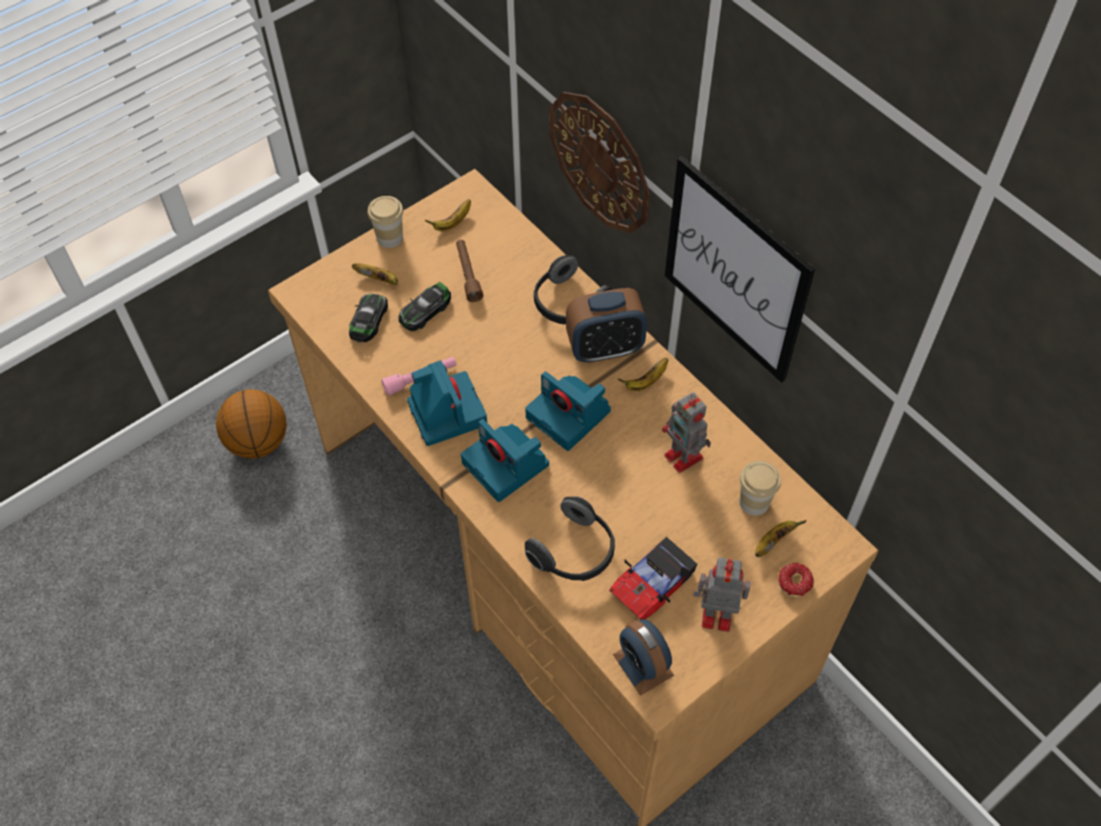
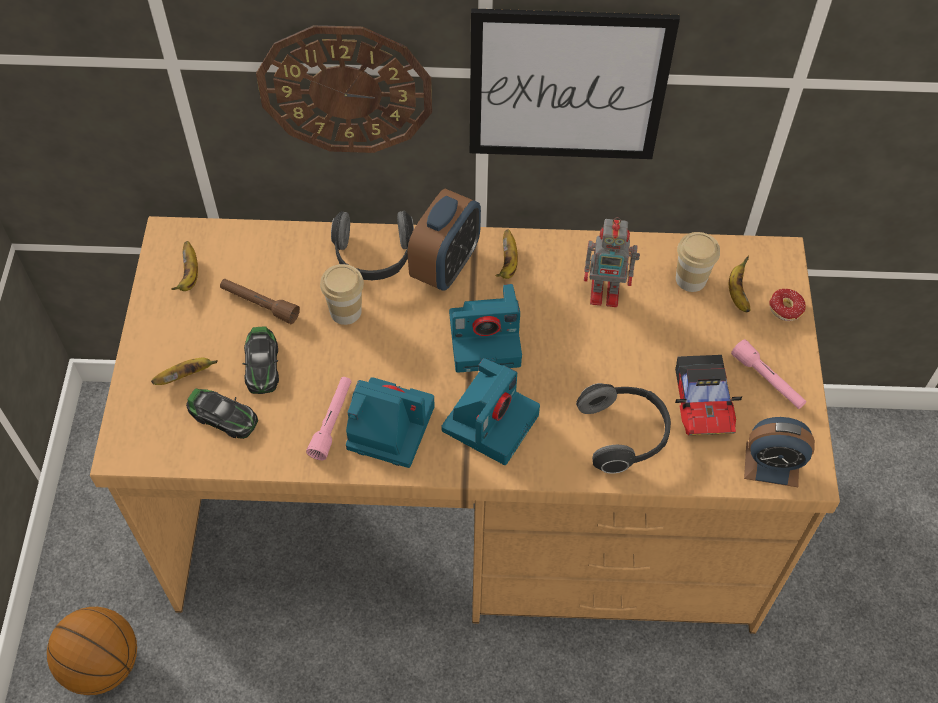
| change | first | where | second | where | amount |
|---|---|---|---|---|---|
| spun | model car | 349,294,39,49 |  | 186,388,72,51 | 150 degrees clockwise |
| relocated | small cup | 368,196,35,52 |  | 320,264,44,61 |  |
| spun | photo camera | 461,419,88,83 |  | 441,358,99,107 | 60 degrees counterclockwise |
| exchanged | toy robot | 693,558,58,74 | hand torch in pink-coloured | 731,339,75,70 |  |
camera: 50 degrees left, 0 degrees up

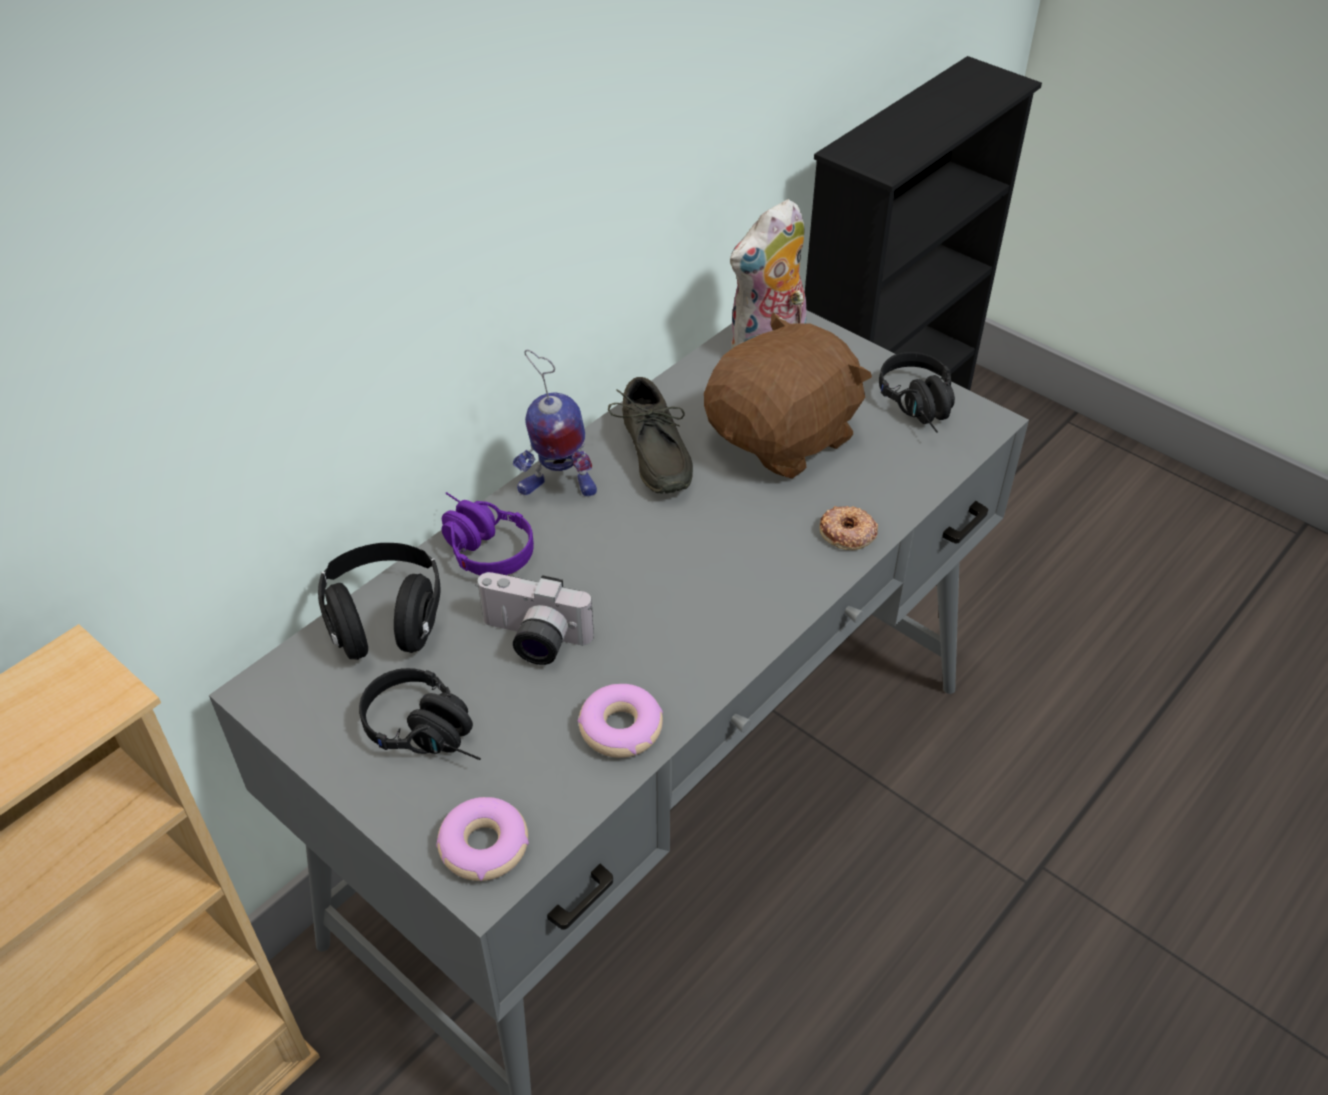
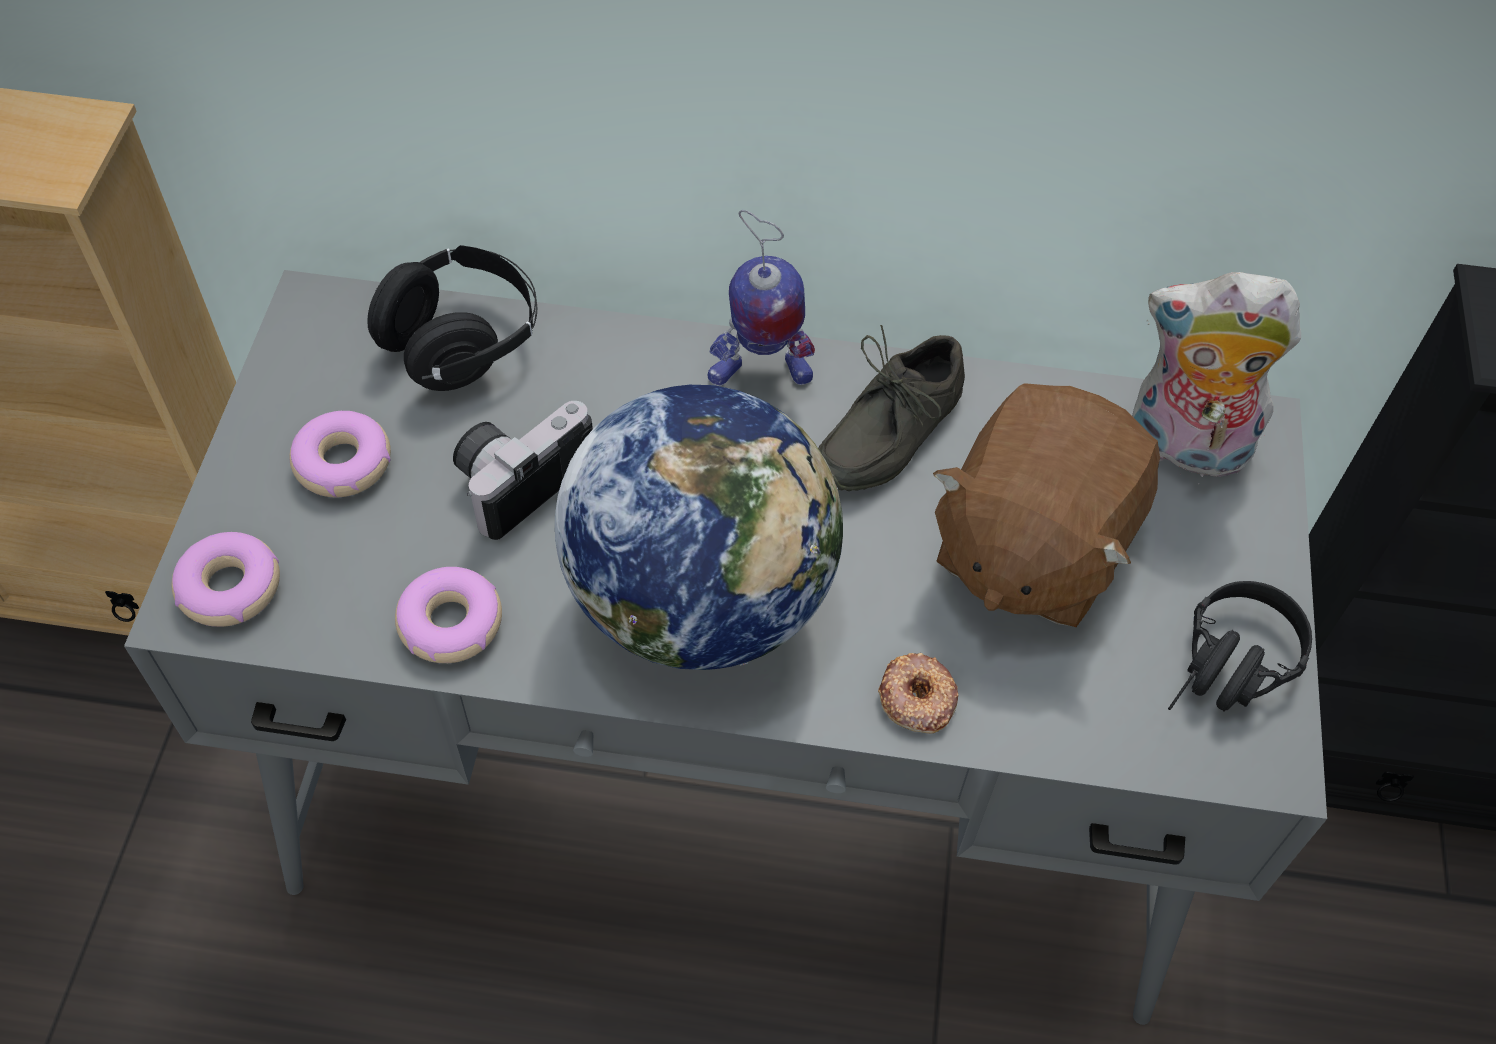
| change | first | where | second | where | amount |
|---|---|---|---|---|---|
| exchanged | pair of headphones in black-coloured | 359,668,122,92 | ring doughnut | 289,411,102,86 |  |
| missing | pair of headphones in purple | 441,492,93,83 |  |  |  |
| spun | photo camera | 475,572,119,93 |  | 453,401,140,139 | 60 degrees clockwise |
| spun | toy robot | 513,350,84,147 |  | 708,210,107,176 | 60 degrees counterclockwise |
| spun | soft toy in brown | 704,312,168,167 |  | 933,383,227,244 | 105 degrees clockwise |
| appeared |  |  | globe | 555,385,288,285 |  |
camera: 55 degrees right, 10 degrees up

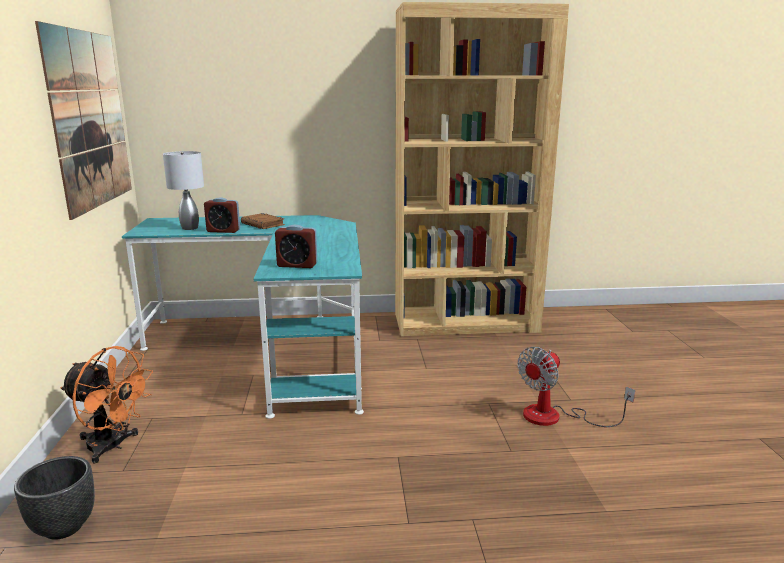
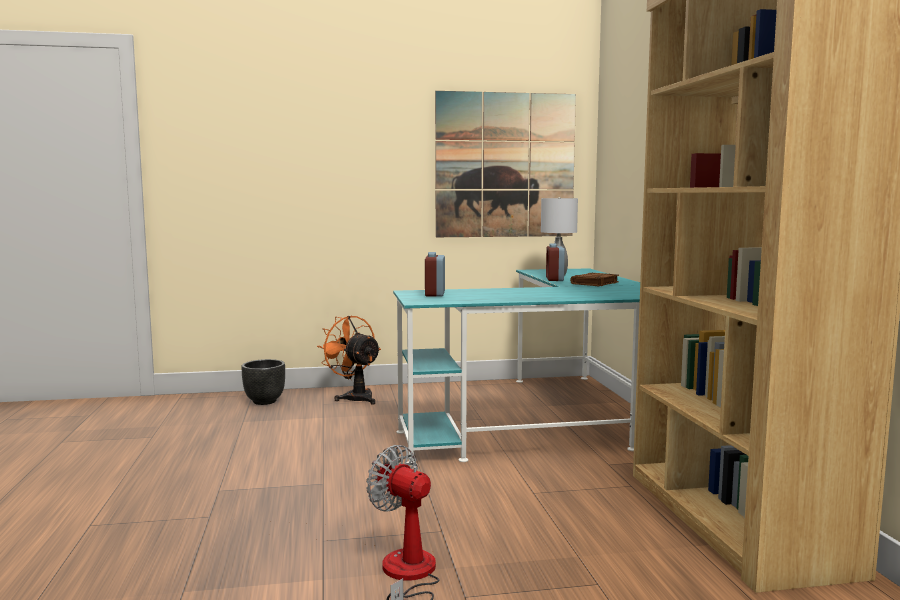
| change | first | where | second | where | amount |
|---|---|---|---|---|---|
| spun | cooling fan in orangey | 60,346,93,117 |  | 317,316,64,89 | 120 degrees clockwise |
camera: 85 degrees right, 10 degrees down

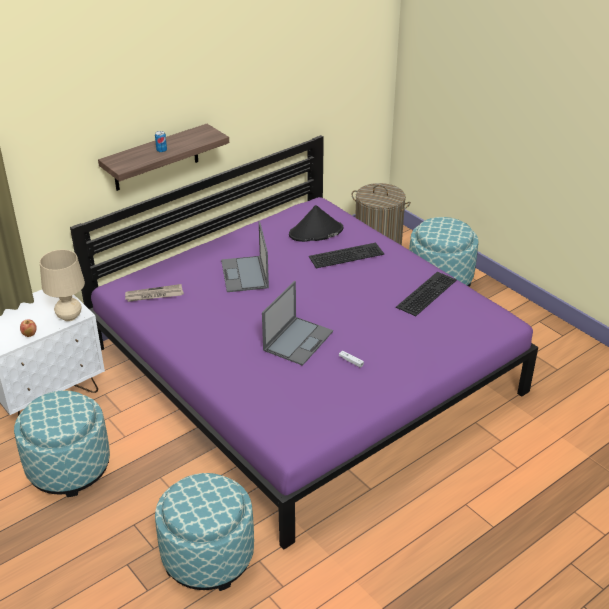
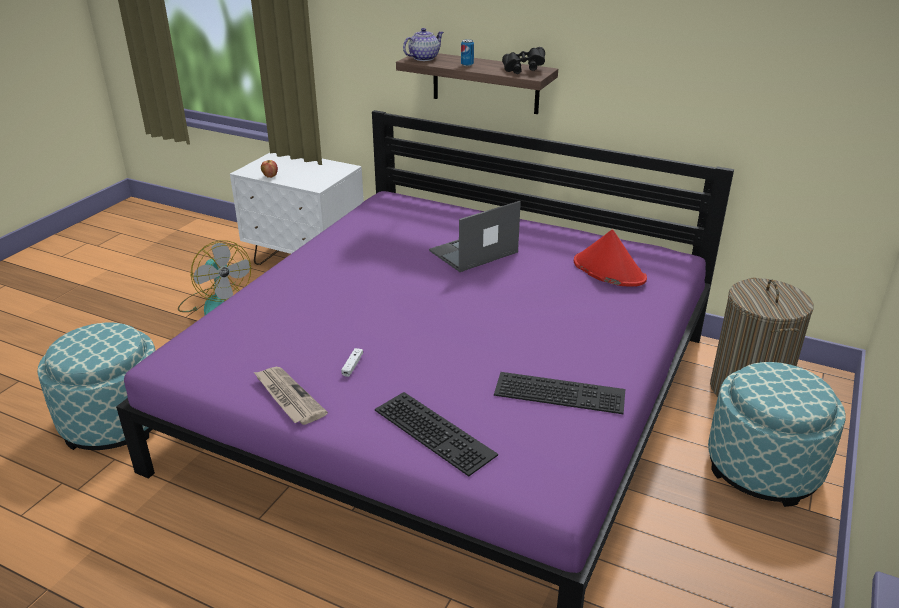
| change | first | where | second | where | amount |
|---|---|---|---|---|---|
| exchanged | pouffe | 14,390,96,107 | cooling fan | 178,240,73,75 |  |
| missing | lamp for a table in beige | 40,250,45,71 |  |  |  |
| relocated | daily paper | 125,284,59,18 |  | 254,367,74,58 |  |
| missing | portable computer | 262,281,71,85 |  |  |  |
| colour | clothing hat in black-coloured | 289,205,54,37 | clothing hat in red-coloured | 574,230,73,57 |  |
| relocated | computer keyboard | 309,243,75,25 |  | 375,392,123,84 |  |
| appeared |  |  | pot for tea | 403,28,41,33 |  |
| appeared |  |  | pair of binoculars in black-coloured | 502,47,43,27 |  |
camera: 65 degrees right, 5 degrees down

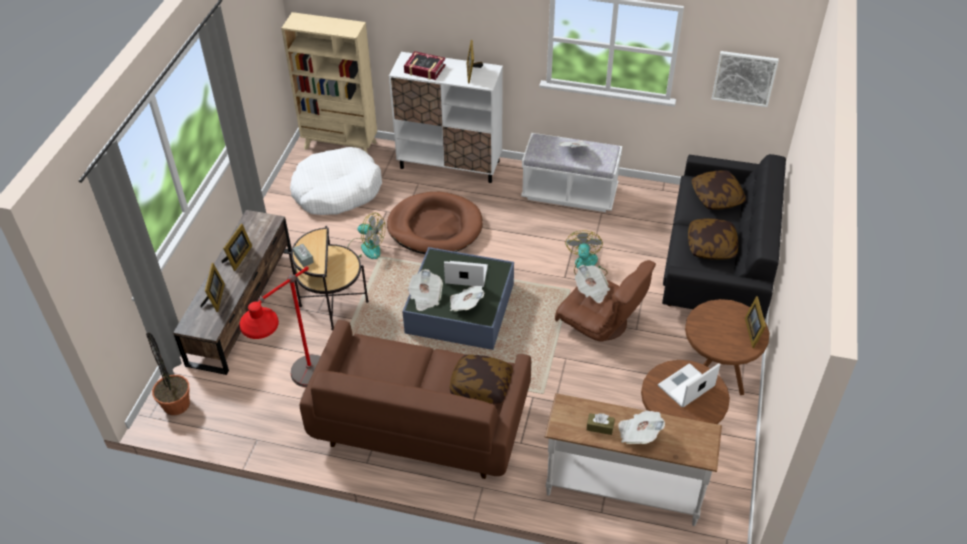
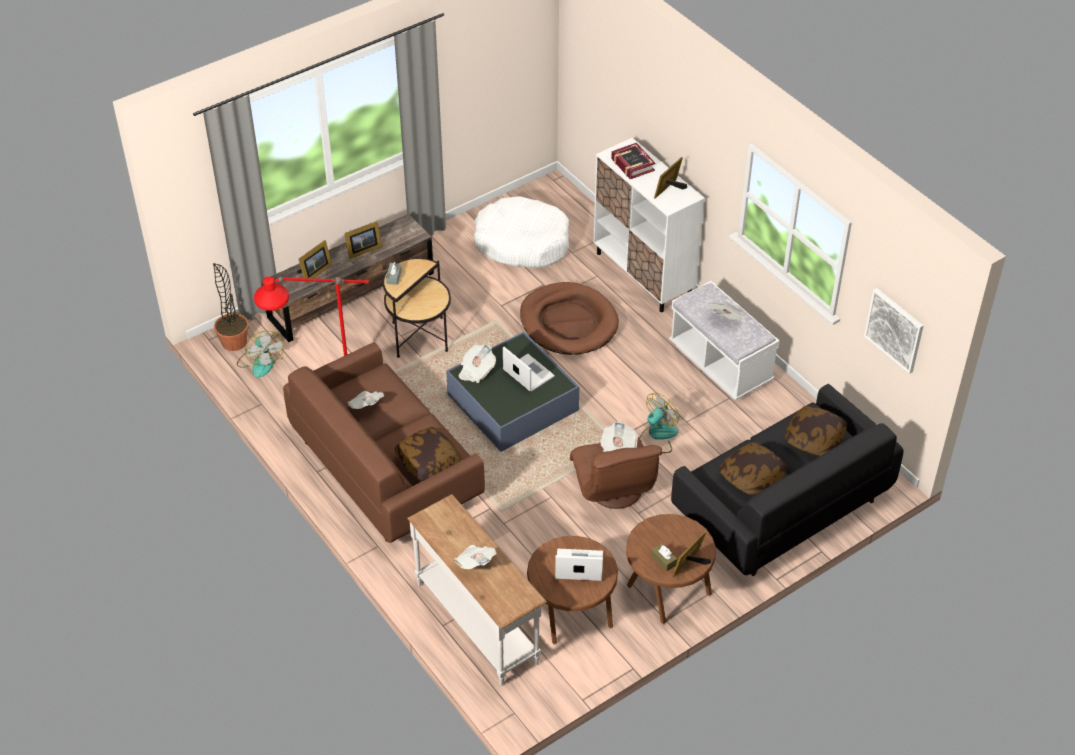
| change | first | where | second | where | amount |
|---|---|---|---|---|---|
| missing | bookshelf in beige | 281,12,96,141 |  |  |  |
| relocated | cooling fan | 347,212,38,47 |  | 237,331,47,47 |  |
| relocated | daily paper | 450,286,34,25 |  | 347,391,37,18 |  |
| relocated | box of tissues in brown | 587,413,28,22 |  | 651,543,26,28 |  |
camera: 40 degrees right, 0 degrees up

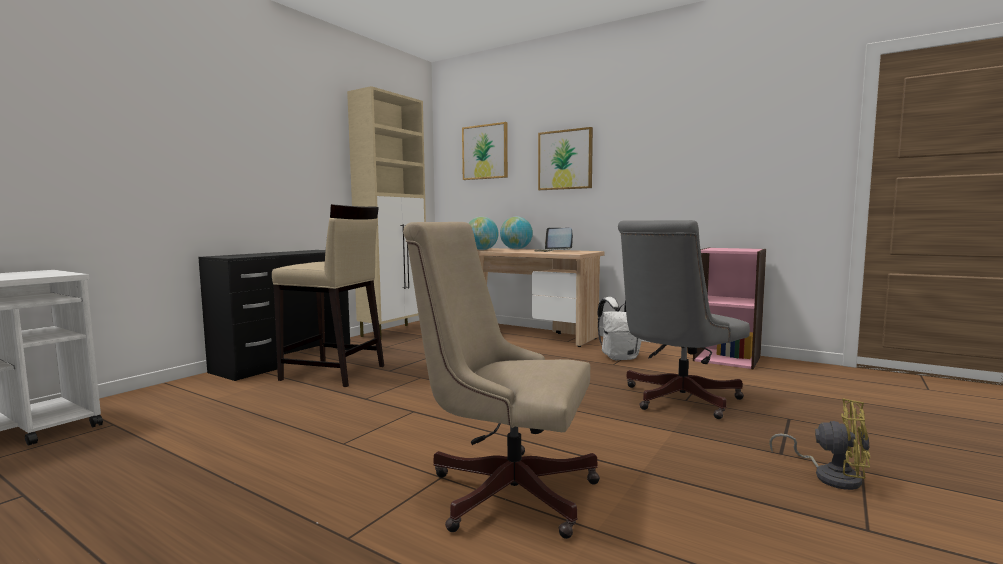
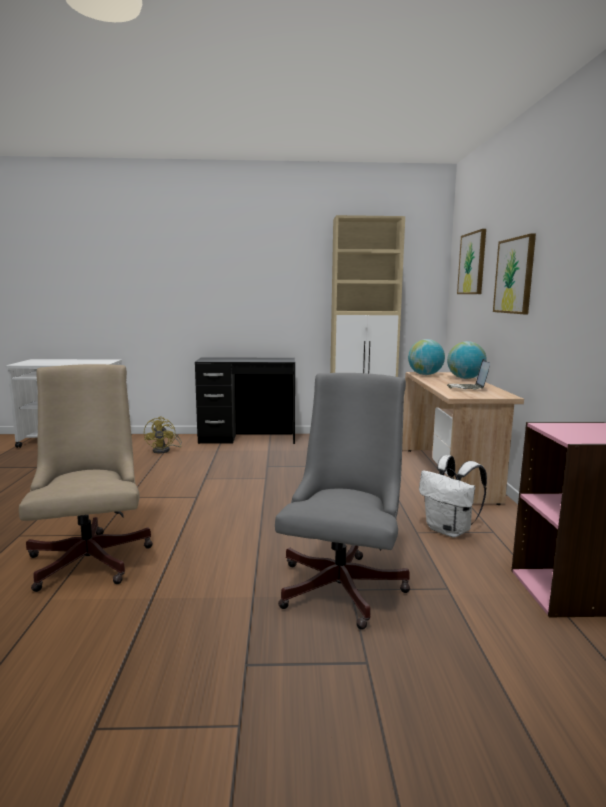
| change | first | where | second | where | amount |
|---|---|---|---|---|---|
| missing | stool seat in beige | 272,204,112,183 |  |  |  |
| spun | office chair in grey | 618,220,132,199 |  | 275,373,135,257 | 90 degrees clockwise |
| relocated | cooling fan in yellow-coloured | 769,398,101,92 |  | 144,416,38,37 |  |
camera: 55 degrees right, 5 degrees up

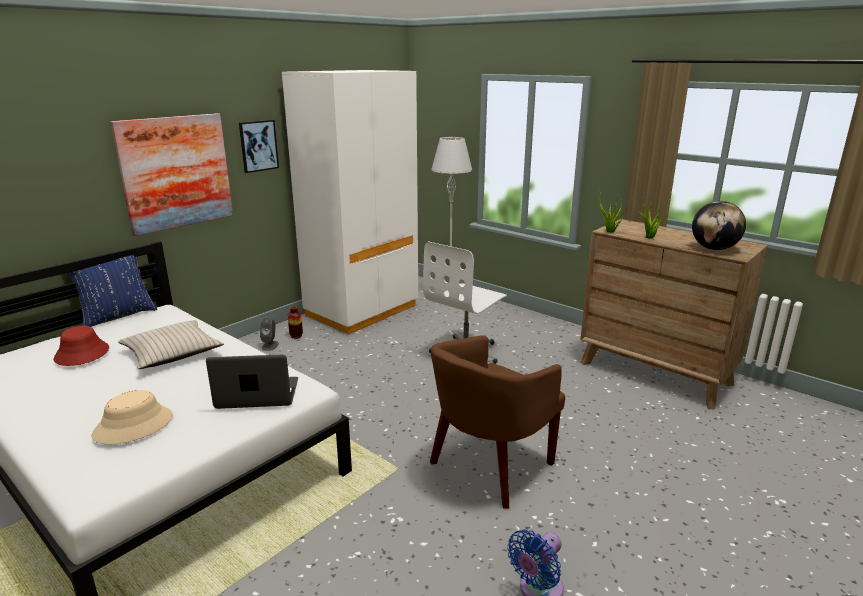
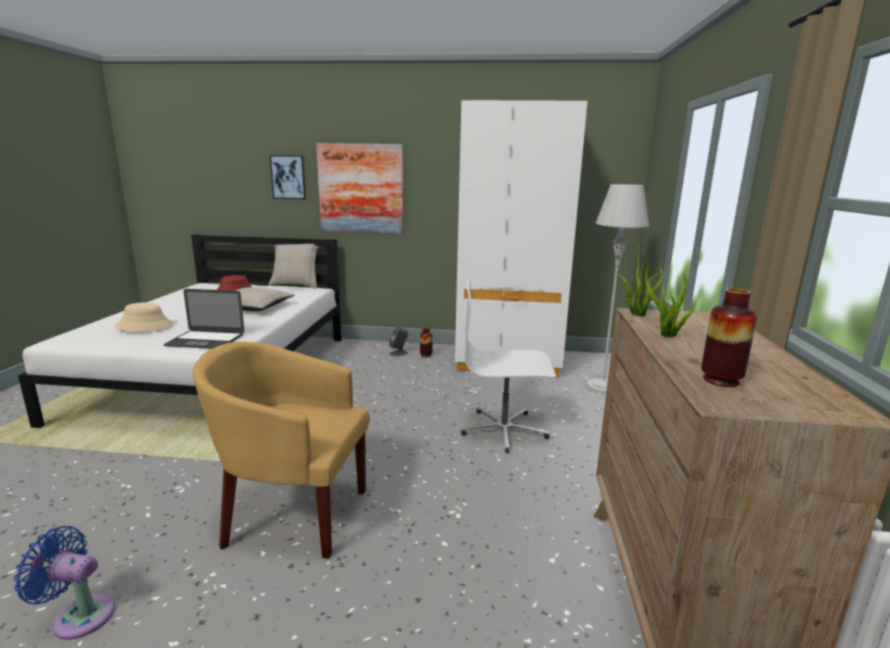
| change | first | where | second | where | amount |
|---|---|---|---|---|---|
| colour | throw pillow in bluish | 63,255,94,72 | throw pillow in beige | 269,244,50,45 |  |
| spun | portable computer | 206,355,92,54 |  | 163,289,81,60 | 135 degrees clockwise |
| relocated | wall picture | 239,120,40,53 |  | 270,155,36,44 |  |
| colour | easy chair in brown | 430,335,135,174 | easy chair in yellow-coloured | 193,342,177,217 |  |
| exchanged | globe | 692,201,54,49 | flower vase | 701,288,56,99 |  |
camera: 55 degrees right, 5 degrees down

